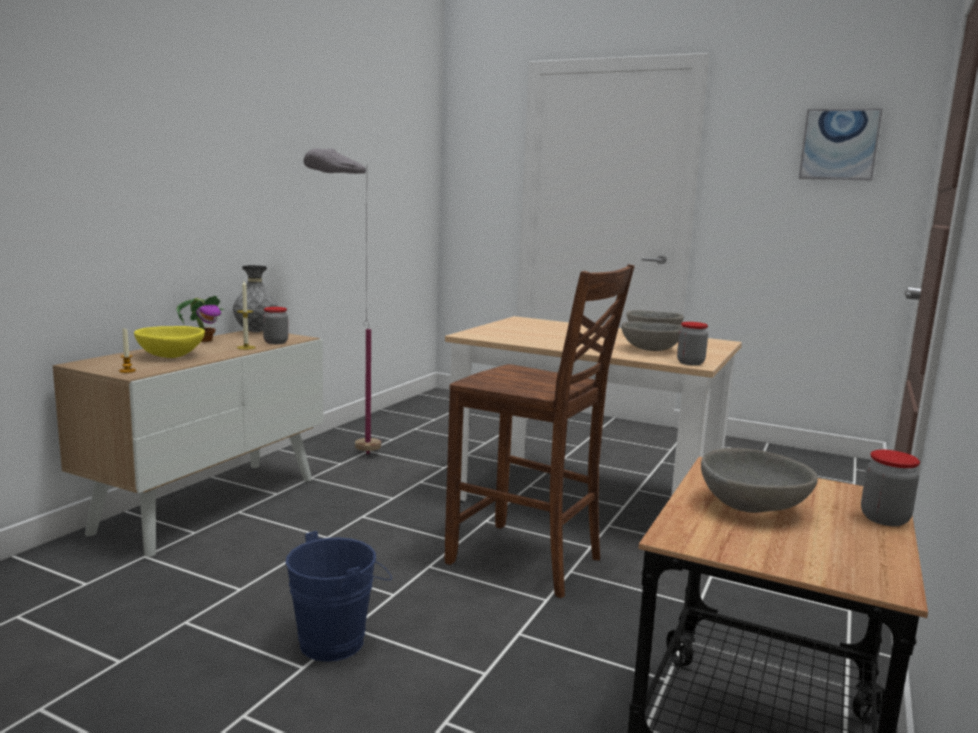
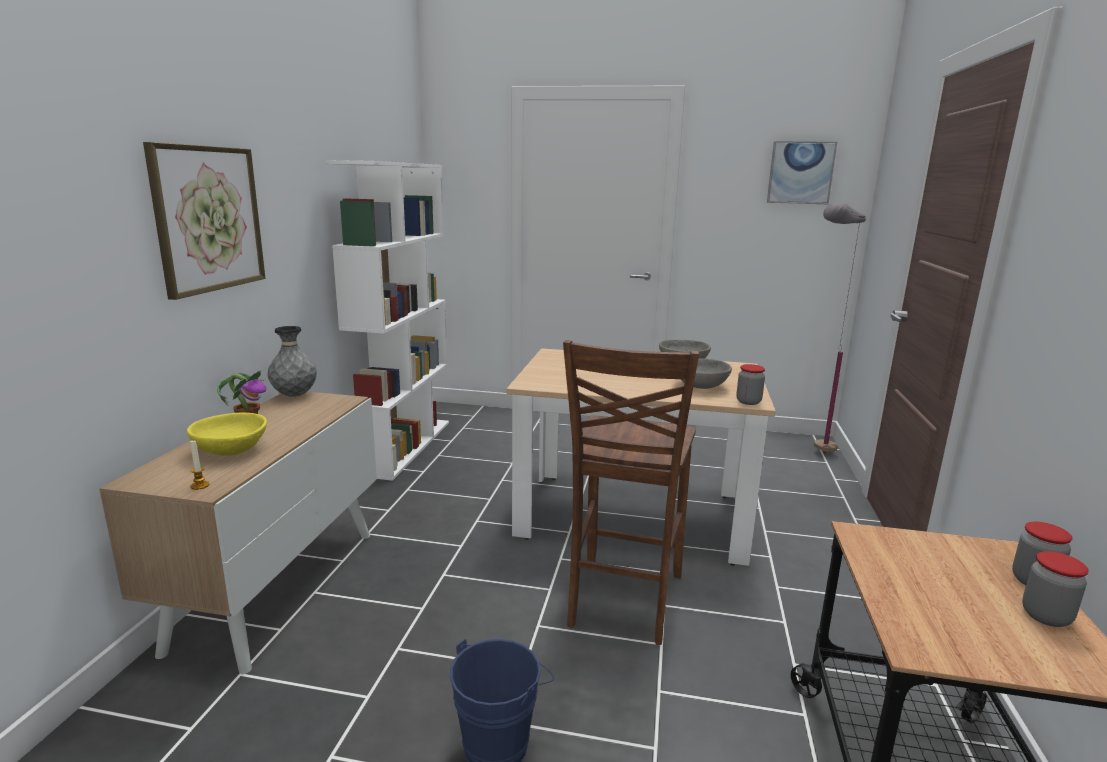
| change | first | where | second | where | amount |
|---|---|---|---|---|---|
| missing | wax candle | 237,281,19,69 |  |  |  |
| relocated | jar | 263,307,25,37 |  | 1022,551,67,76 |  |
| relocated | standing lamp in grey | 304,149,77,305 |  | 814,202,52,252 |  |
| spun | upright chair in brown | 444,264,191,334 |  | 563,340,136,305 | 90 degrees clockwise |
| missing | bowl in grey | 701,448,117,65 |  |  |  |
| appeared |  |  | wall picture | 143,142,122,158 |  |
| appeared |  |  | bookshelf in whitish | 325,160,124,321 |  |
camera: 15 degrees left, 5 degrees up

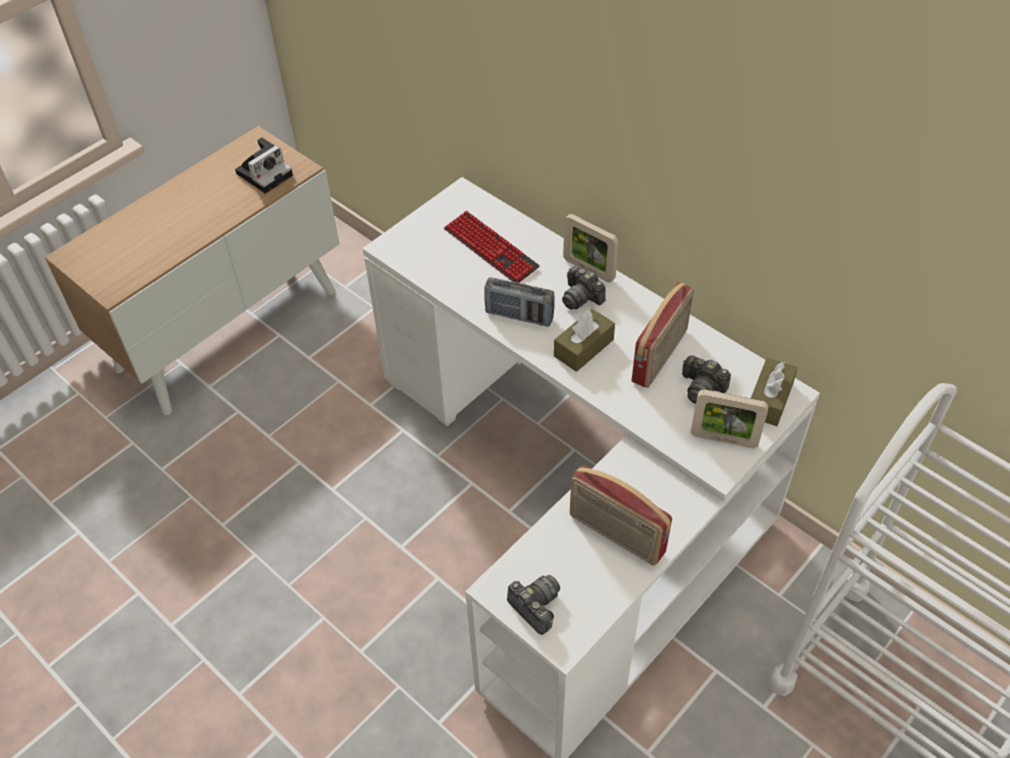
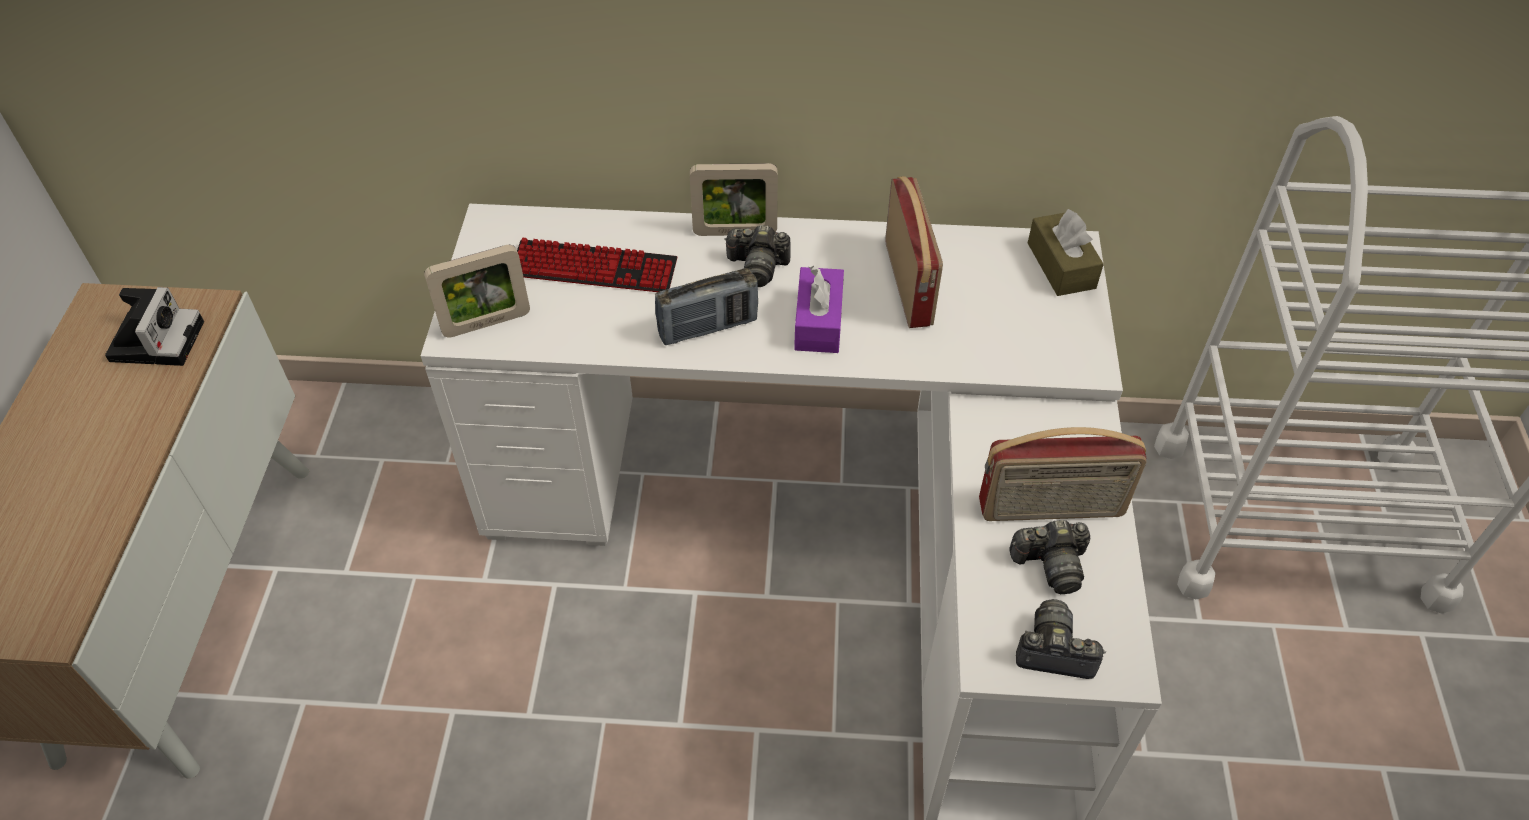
| change | first | where | second | where | amount |
|---|---|---|---|---|---|
| colour | box of tissues in brown | 554,309,61,63 | box of tissues in purple | 794,266,50,87 |  |
| relocated | photo camera | 682,355,49,49 |  | 1010,520,80,74 |  |
| relocated | standing frame | 691,390,78,58 |  | 424,245,106,93 |  |
camera: 40 degrees left, 0 degrees up

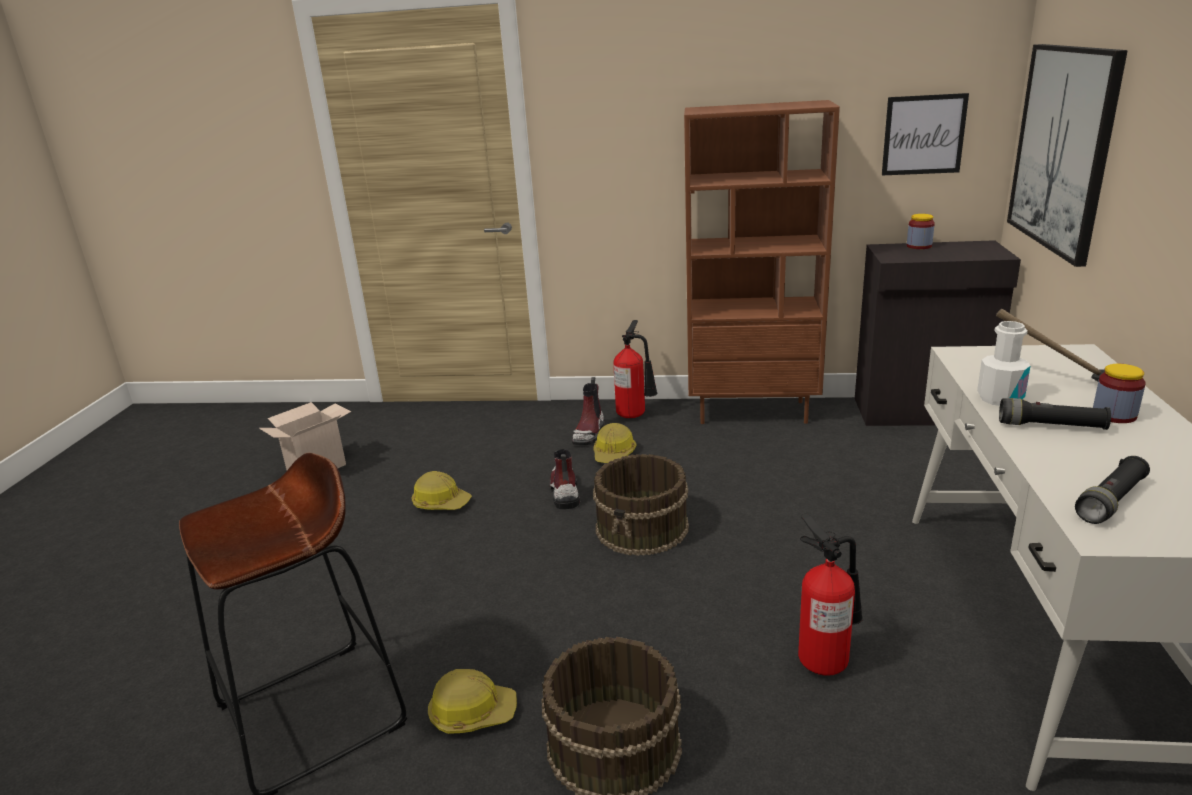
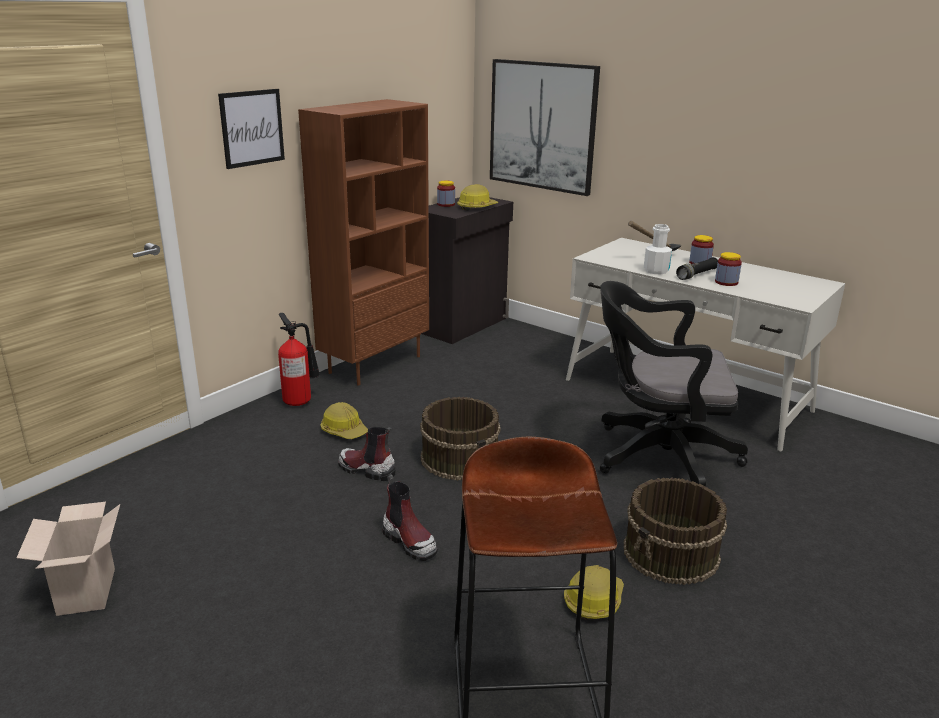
| change | first | where | second | where | amount |
|---|---|---|---|---|---|
| relocated | safety helmet | 411,471,61,39 |  | 457,184,41,26 |  |
| relocated | tall boot | 572,377,33,68 |  | 382,475,55,86 |  |
| exchanged | fire-fighting cylinder | 798,514,65,162 | office chair in black-coloured | 600,281,148,206 |  |
| relocated | wall picture | 882,93,87,83 |  | 218,89,67,80 |  |
| missing | hand torch in black-coloured | 1075,456,75,68 |  |  |  |
| appeared |  |  | jar | 715,252,27,34 |  |
camera: 60 degrees left, 0 degrees up

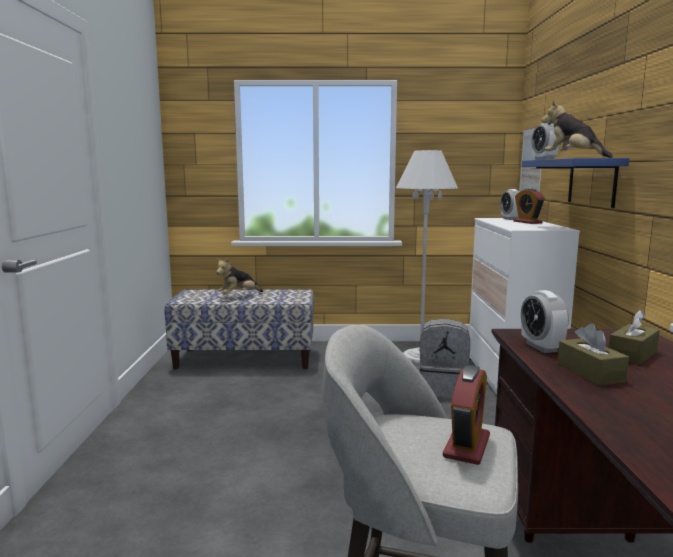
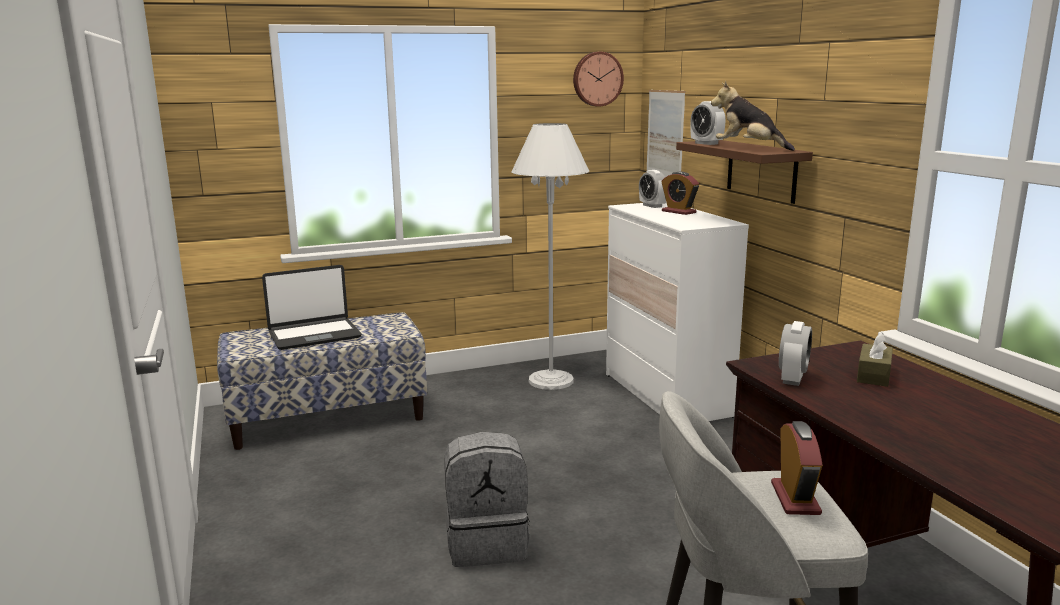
| change | first | where | second | where | amount |
|---|---|---|---|---|---|
| exchanged | soft toy | 216,258,47,37 | portable computer | 262,265,100,85 |  |
| relocated | knapsack in grey | 419,318,51,80 |  | 444,432,86,135 |  |
| spun | alarm clock | 521,290,48,63 |  | 779,321,33,65 | 120 degrees counterclockwise |
| colour | wall shelf in bluish | 522,158,107,50 | wall shelf in brown | 676,140,137,64 |  |
| missing | box of tissues in brown | 558,324,71,62 |  |  |  |
| appeared |  |  | wall clock | 573,52,51,55 |  |
camera: 20 degrees left, 5 degrees up

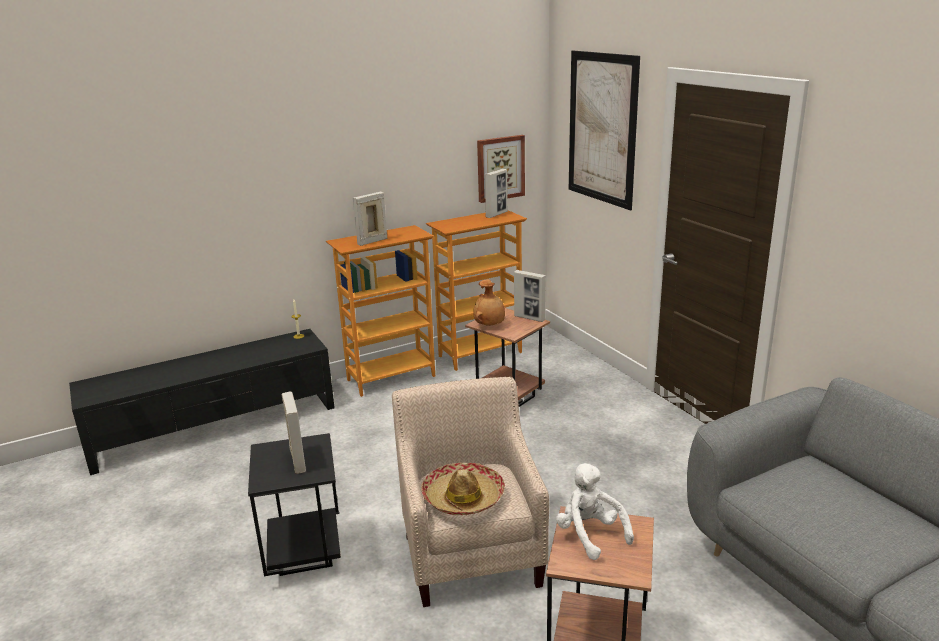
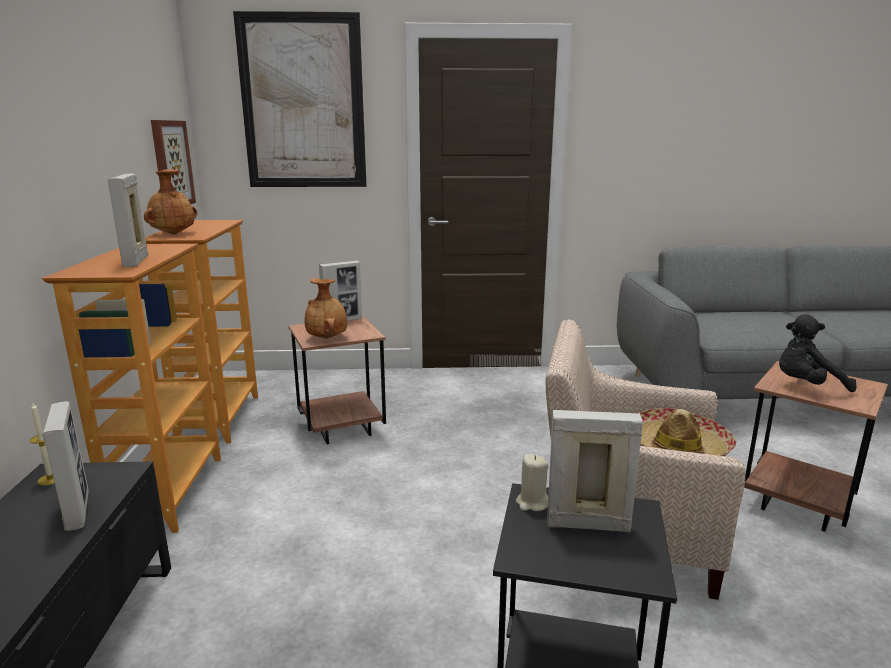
| change | first | where | second | where | amount |
|---|---|---|---|---|---|
| relocated | standing frame | 485,169,23,49 |  | 42,401,47,130 |  |
| colour | soft toy in whitish | 556,463,78,97 | soft toy in black-coloured | 779,314,78,78 |  |
| appeared |  |  | flower vase in brown | 144,169,53,65 |  |
| appeared |  |  | wax candle in beige | 516,454,32,57 |  |
camera: 65 degrees left, 5 degrees down

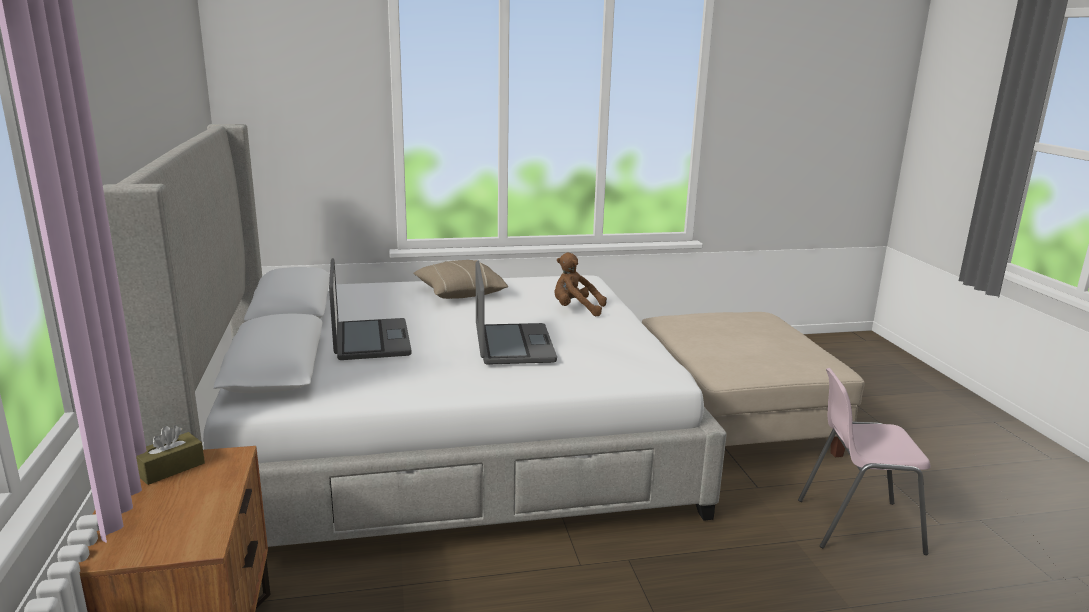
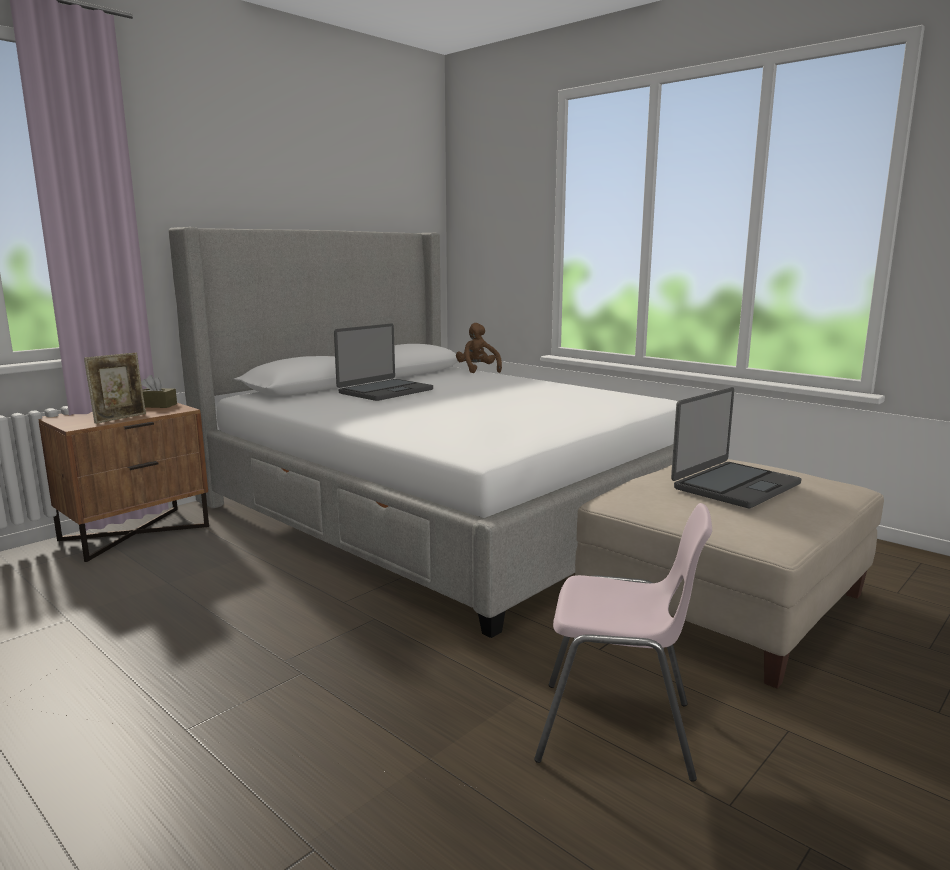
| change | first | where | second | where | amount |
|---|---|---|---|---|---|
| missing | throw pillow in beige | 413,260,95,39 |  |  |  |
| relocated | portable computer | 476,261,81,104 |  | 671,387,130,121 |  |
| relocated | soft toy in brown | 554,253,53,63 |  | 456,323,46,50 |  |
| spun | upright chair in pink-coloured | 798,368,133,187 |  | 534,503,178,279 | 135 degrees clockwise |
| appeared |  |  | standing frame | 84,352,62,72 |  |
camera: 55 degrees right, 5 degrees down

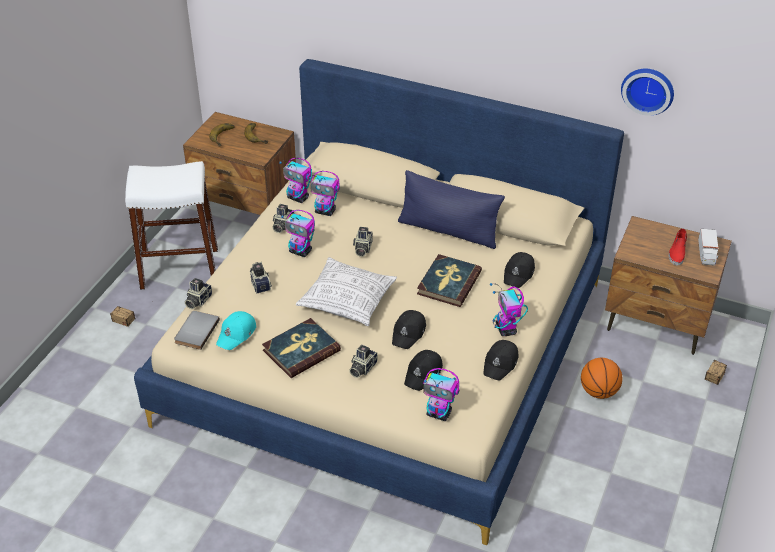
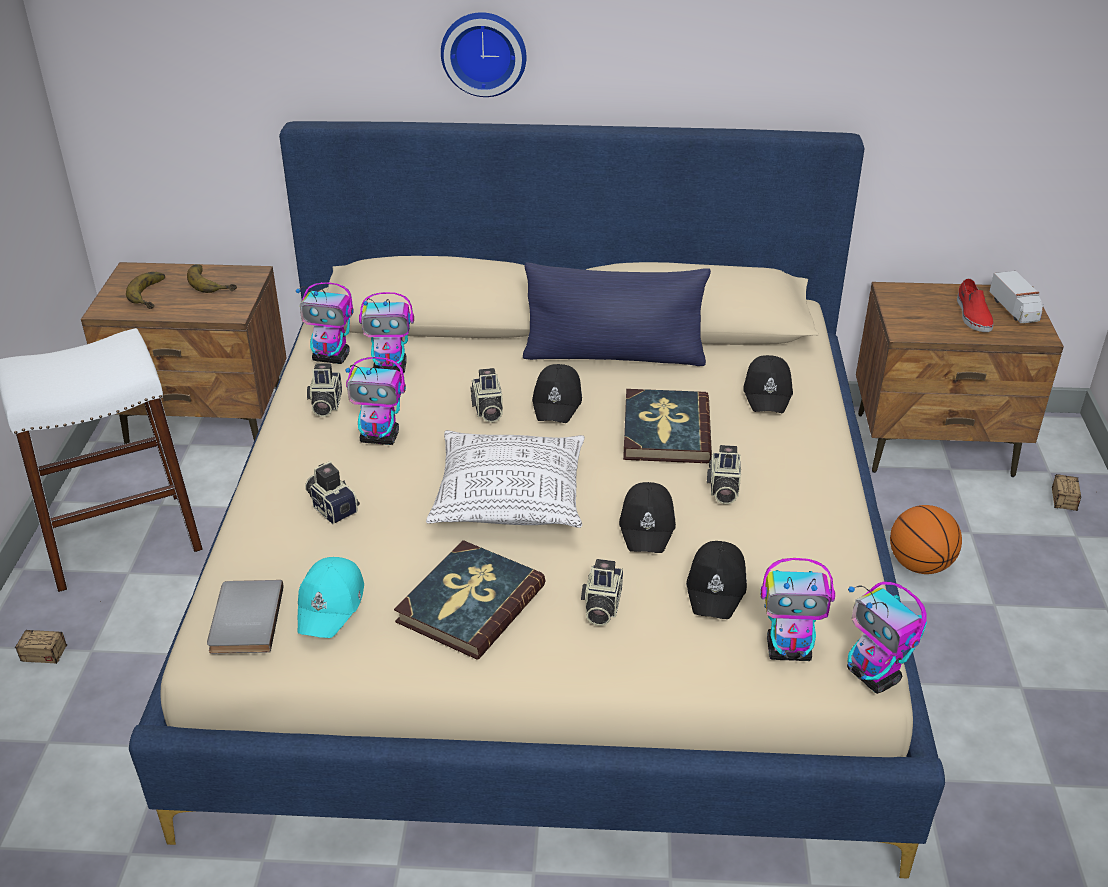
| change | first | where | second | where | amount |
|---|---|---|---|---|---|
| relocated | photo camera | 185,278,27,31 |  | 707,445,34,59 |  |
| relocated | cap in black-coloured | 483,340,36,41 |  | 532,364,50,59 |  |
| relocated | toy robot | 490,283,38,53 |  | 847,582,80,112 |  |
| relocated | wall clock | 621,69,53,47 |  | 441,12,85,85 |  |
camera: 20 degrees left, 5 degrees down

